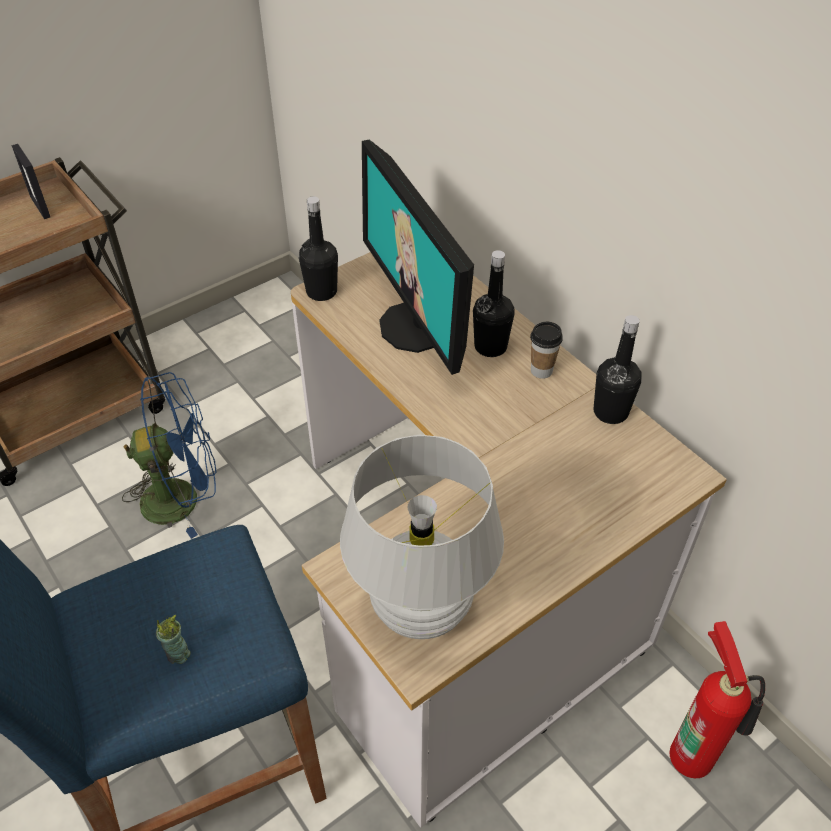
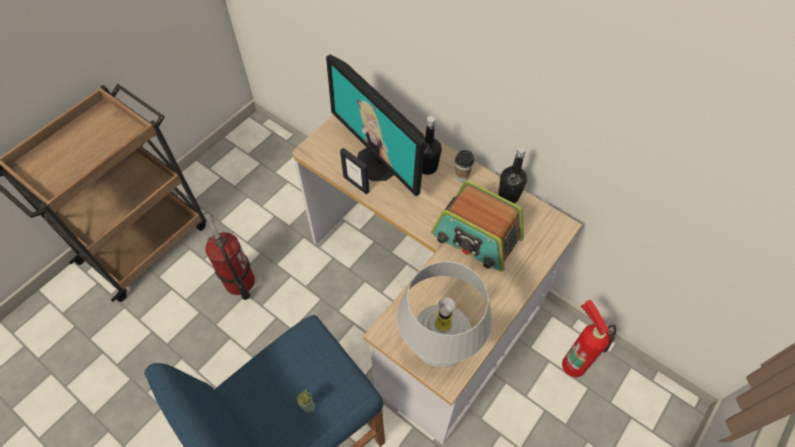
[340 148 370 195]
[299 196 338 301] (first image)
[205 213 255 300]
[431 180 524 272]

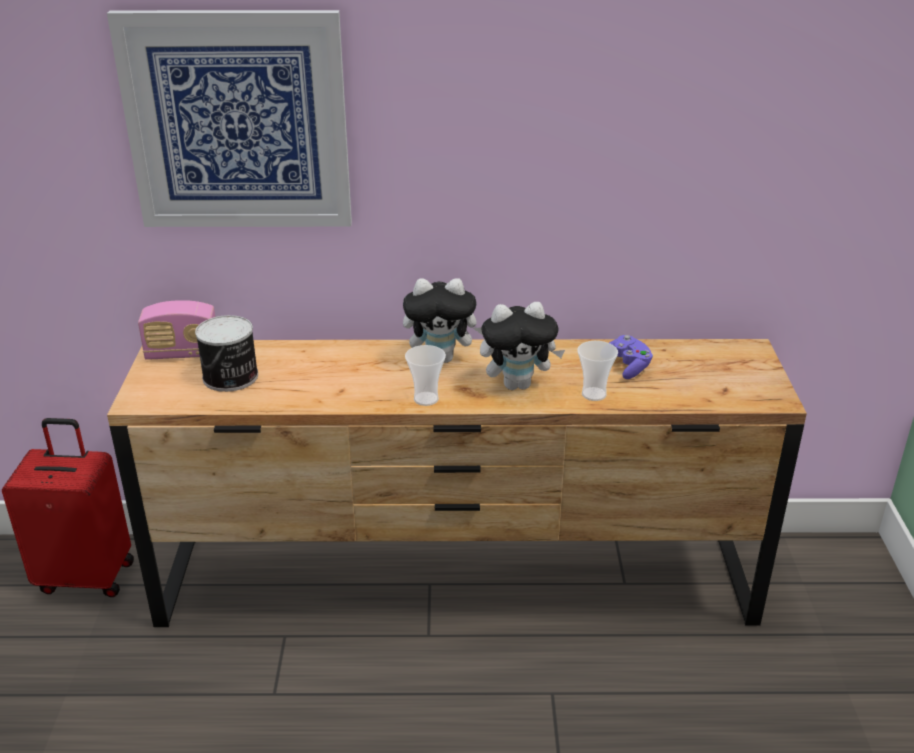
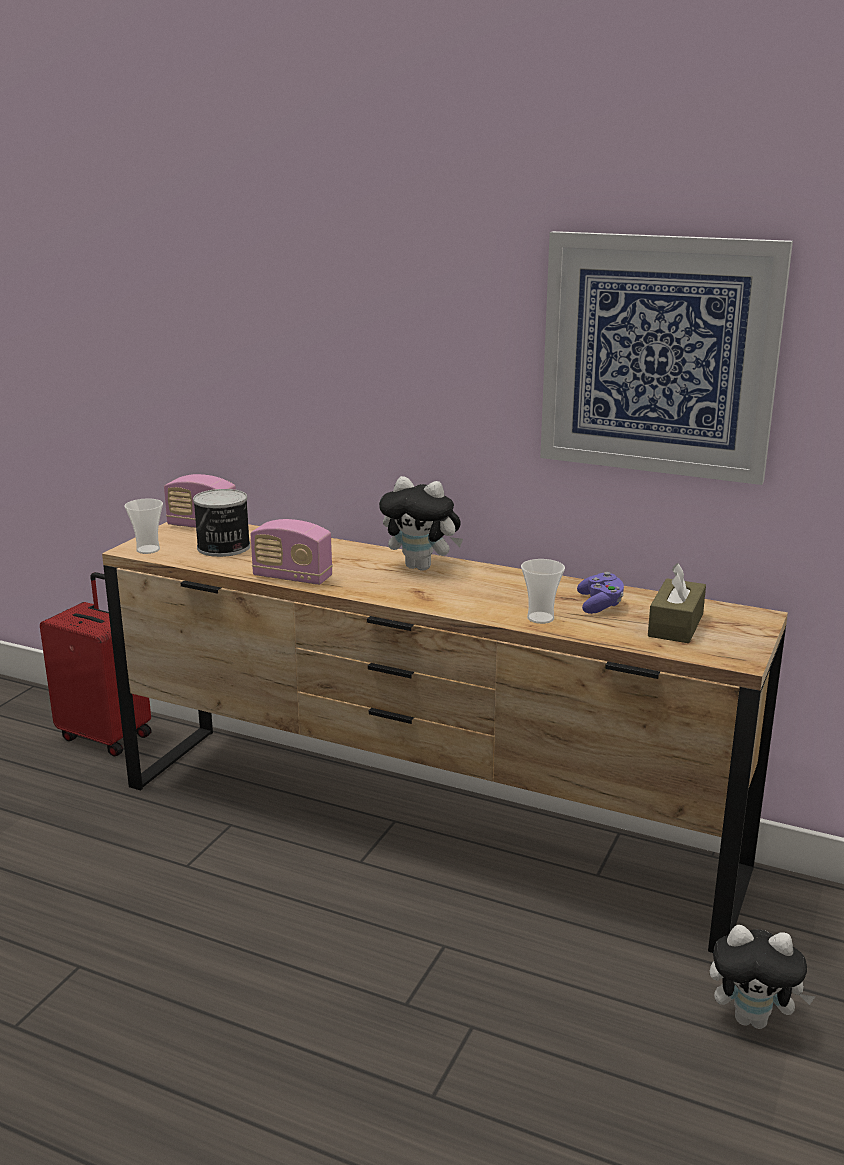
[540 231 793 485]
[710 925 815 1029]
[124 499 163 554]
[251 519 333 585]
[648 563 706 643]

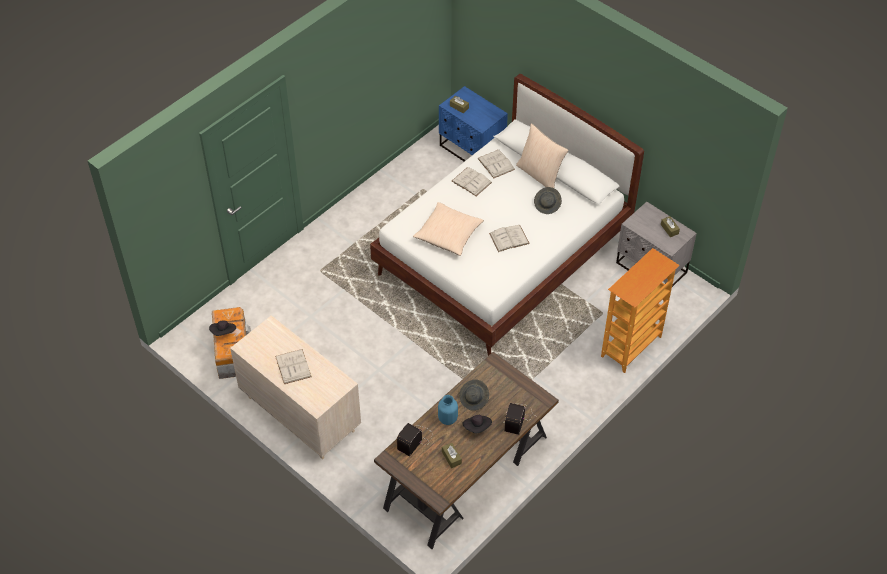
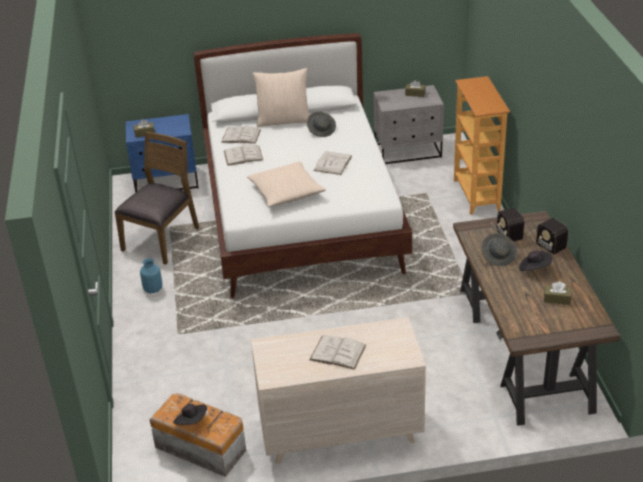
[140 258 162 293]
[491 208 524 242]
[114 131 199 265]

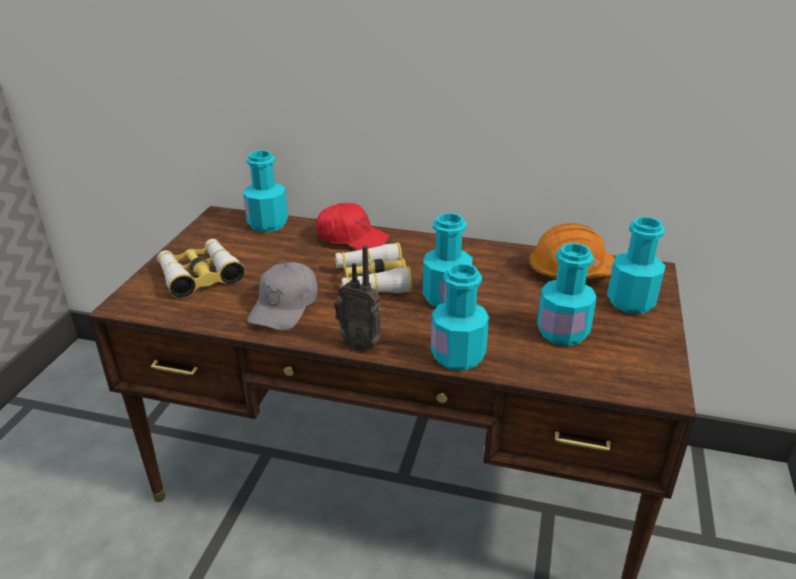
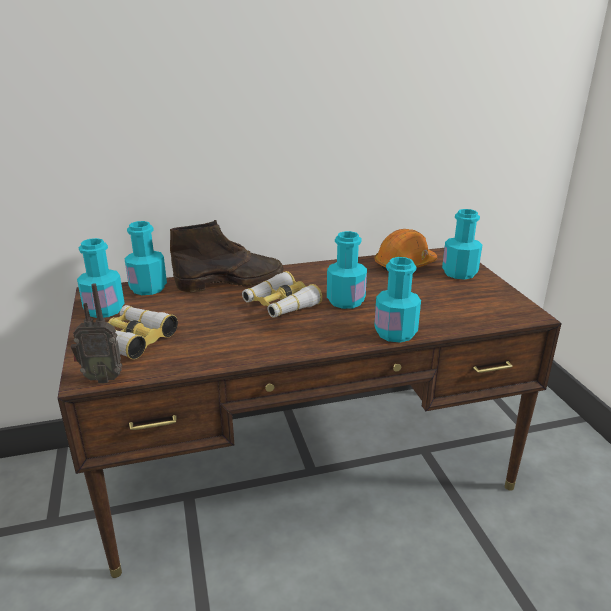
[170 220 284 292]
[77 238 125 318]
[71 283 123 383]
[247 262 318 331] (first image)

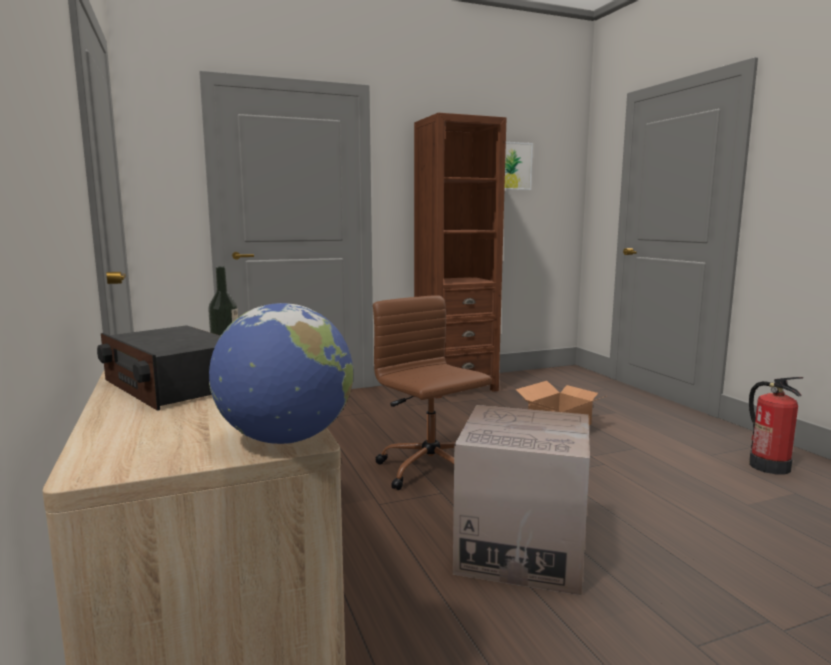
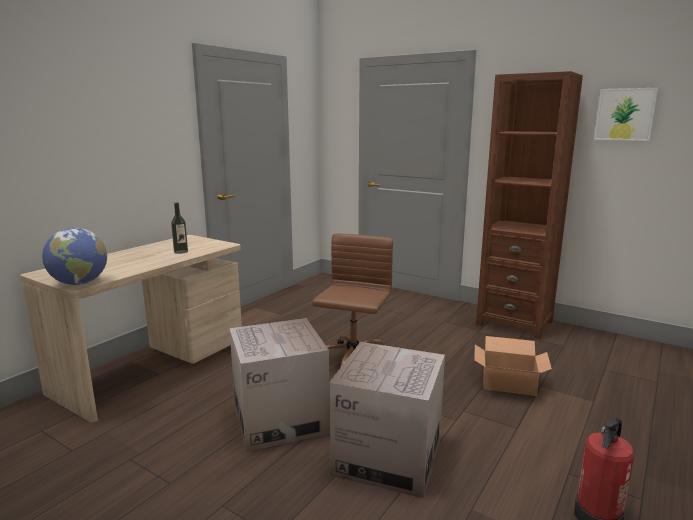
[97 325 220 411] (first image)
[330 342 445 498]

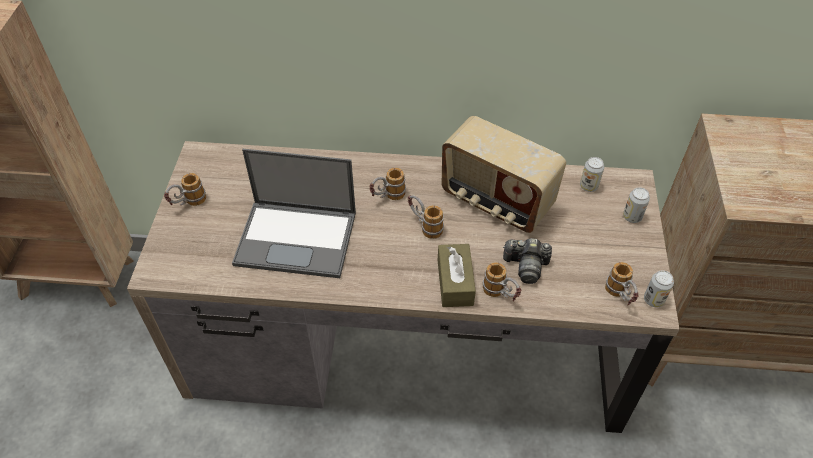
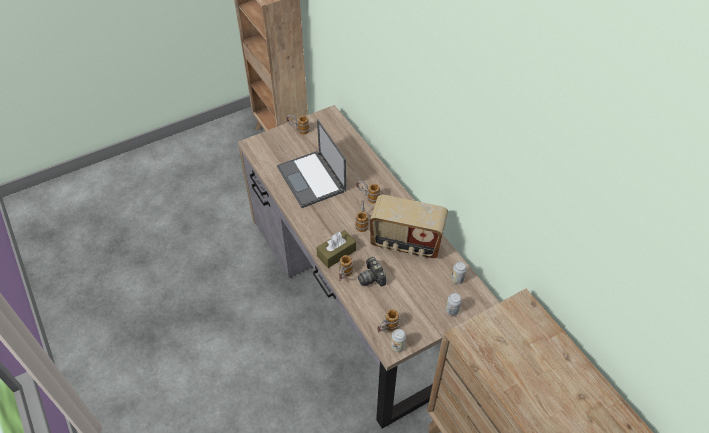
[370 195 448 258]

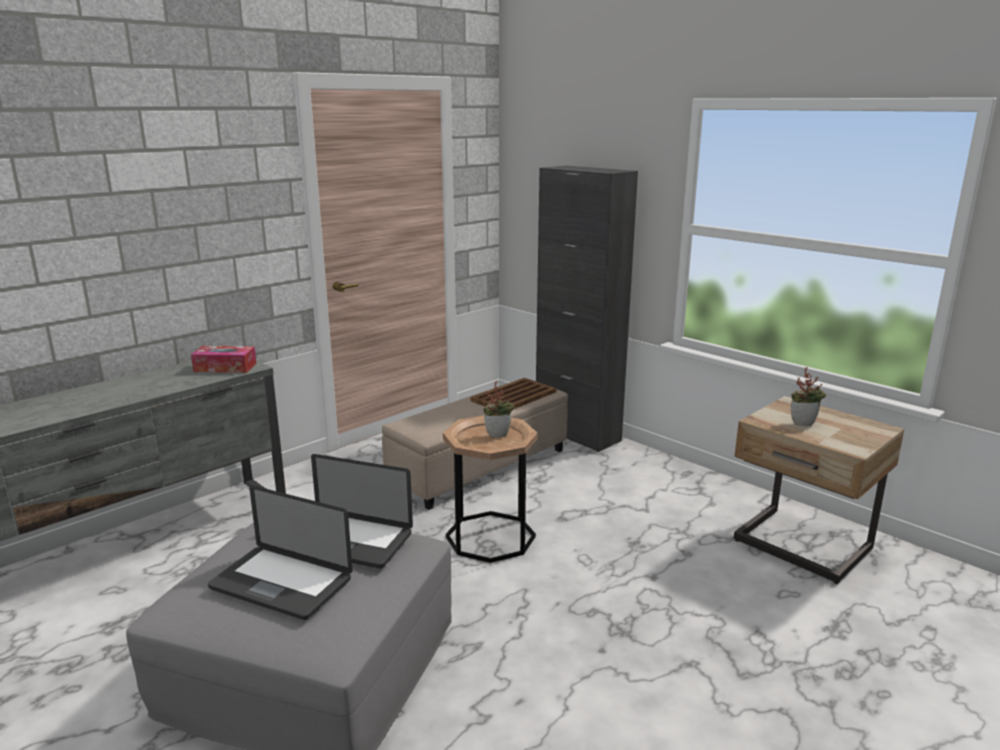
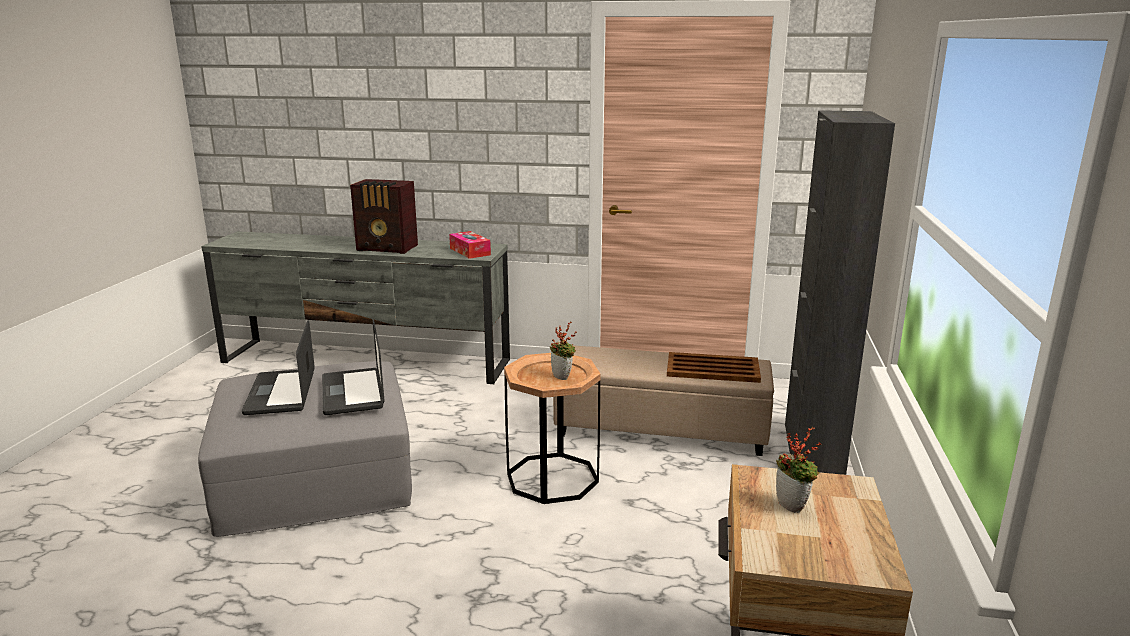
[350 179 418 254]

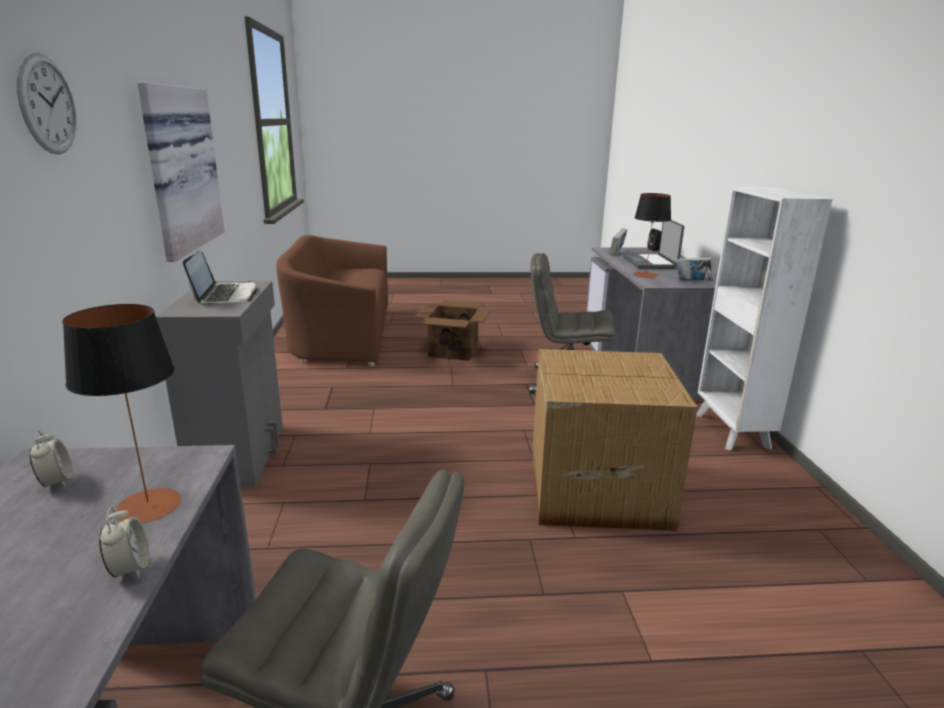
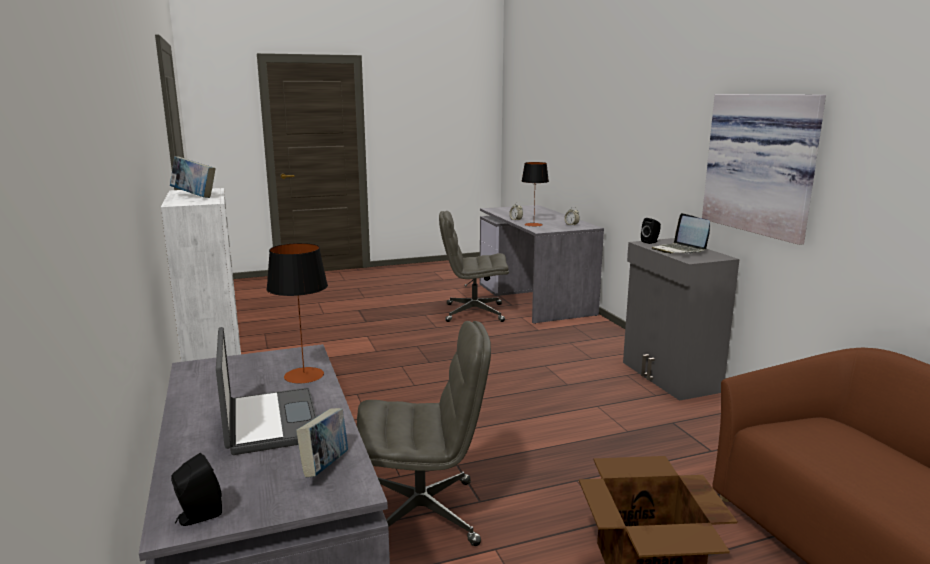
[17 53 76 154] (first image)
[170 156 216 198]
[532 349 698 531] (first image)
[641 218 661 244]

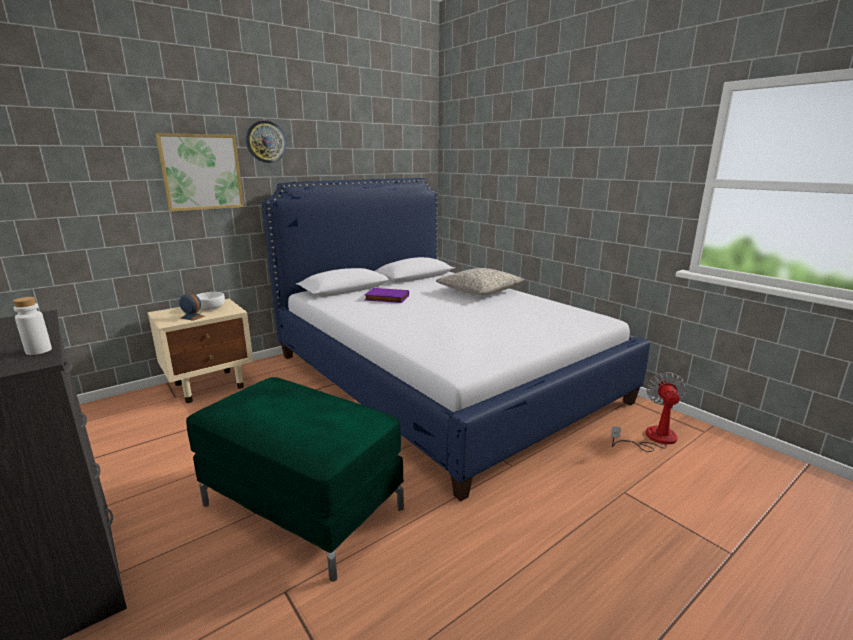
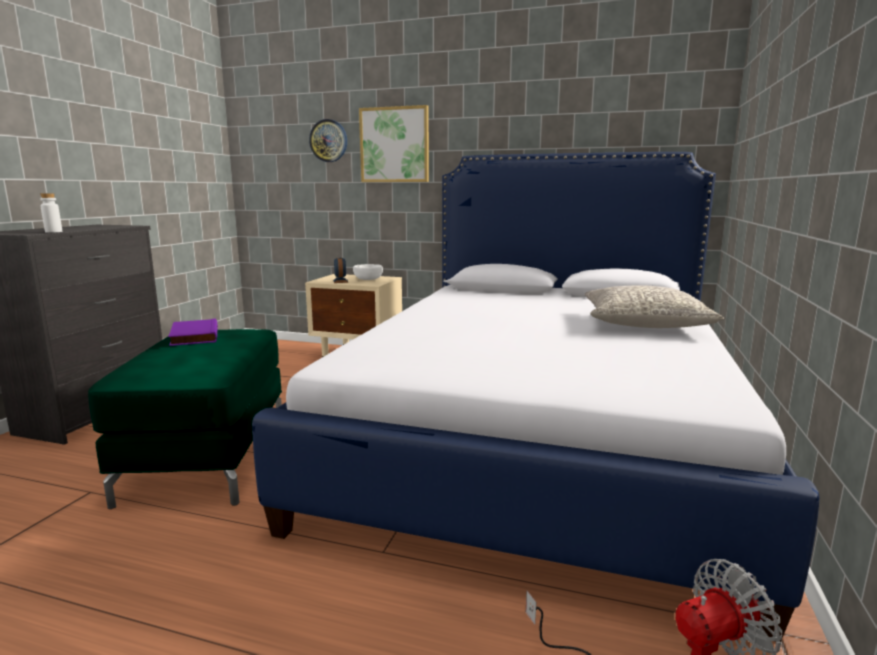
[309 119 347 162]
[168 318 218 346]

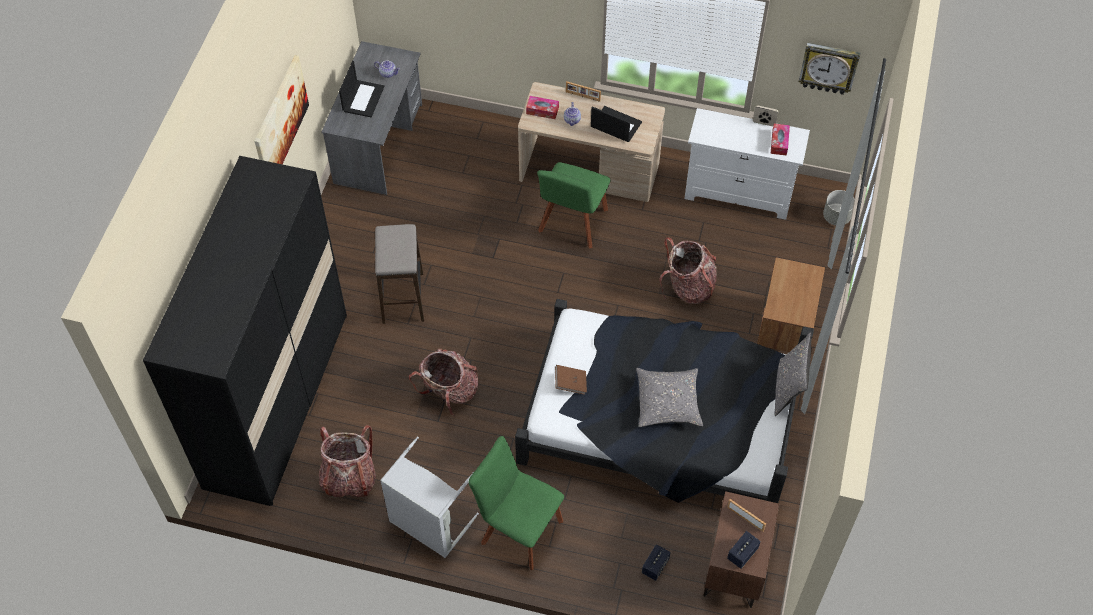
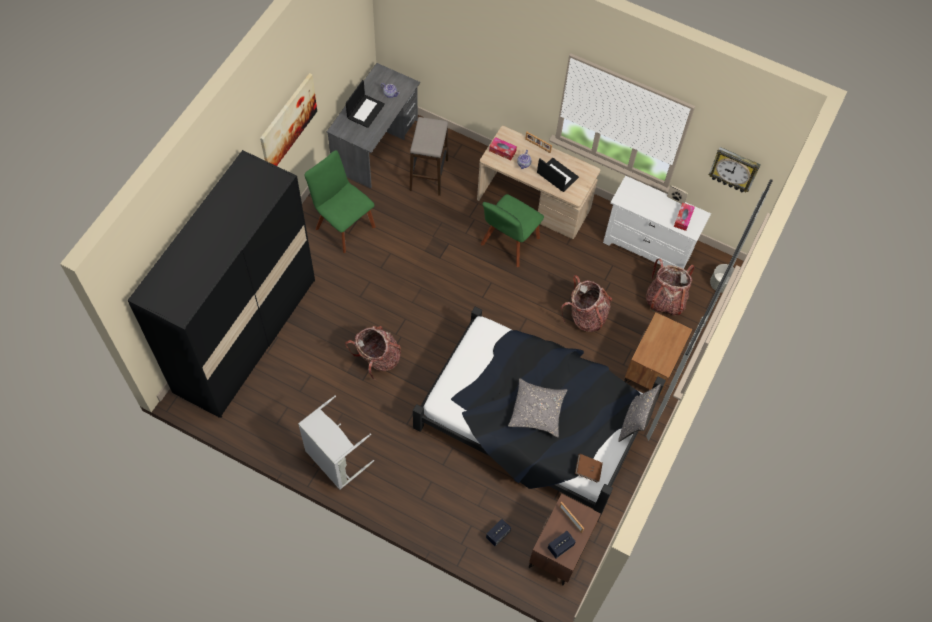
[410 117 448 196]
[575 454 603 482]
[646 259 695 316]
[304 150 376 253]

